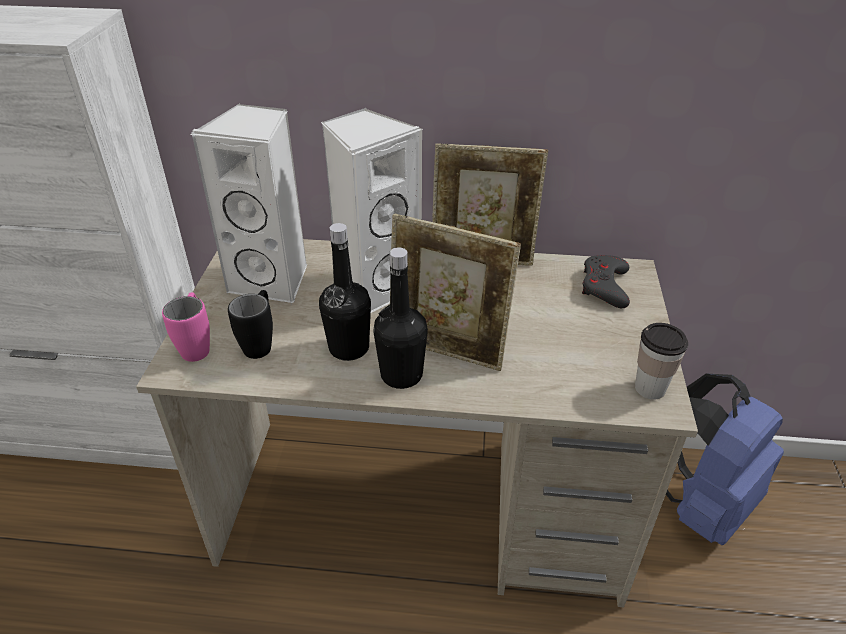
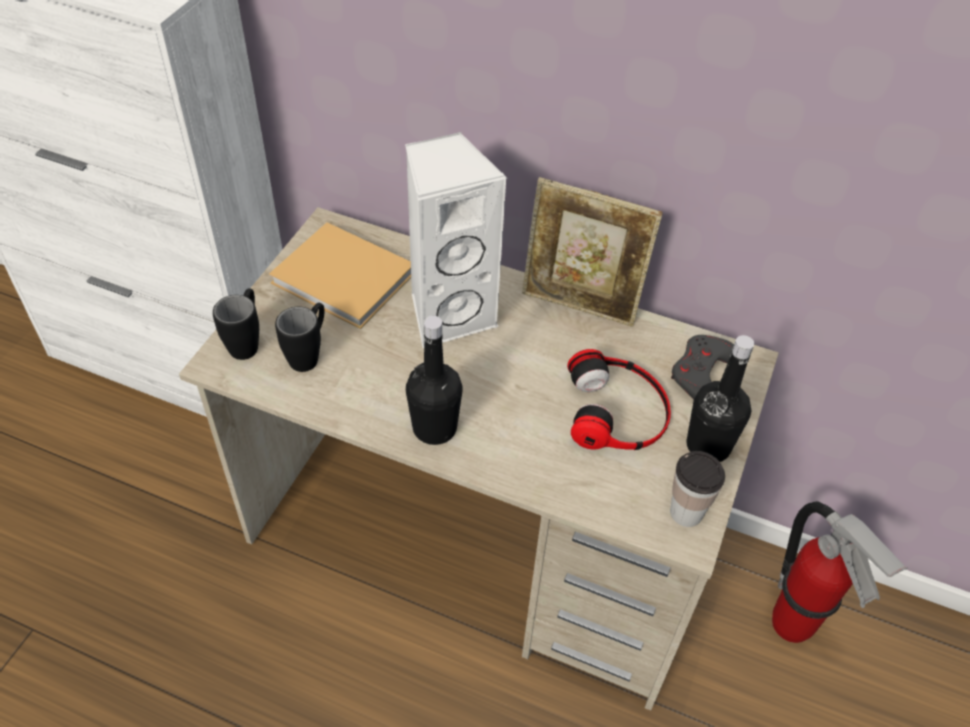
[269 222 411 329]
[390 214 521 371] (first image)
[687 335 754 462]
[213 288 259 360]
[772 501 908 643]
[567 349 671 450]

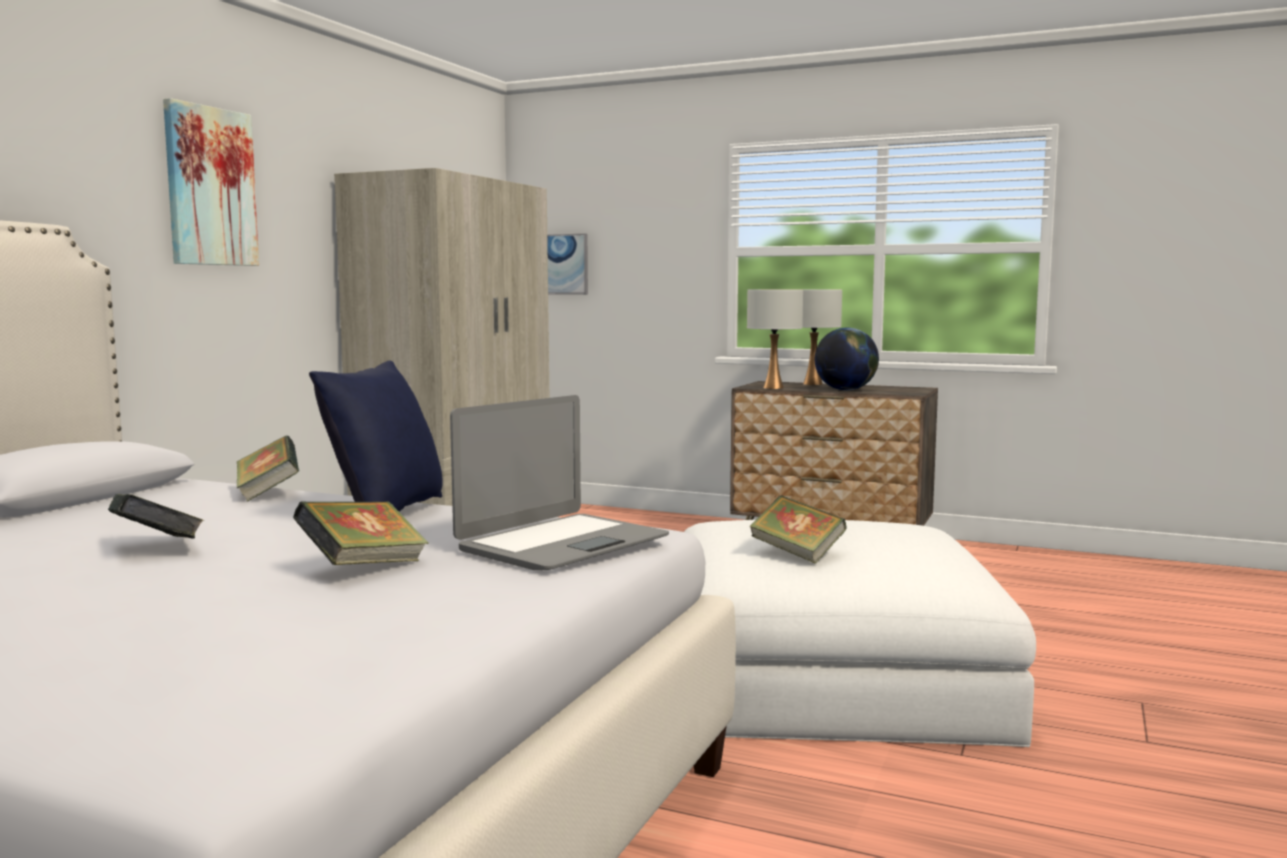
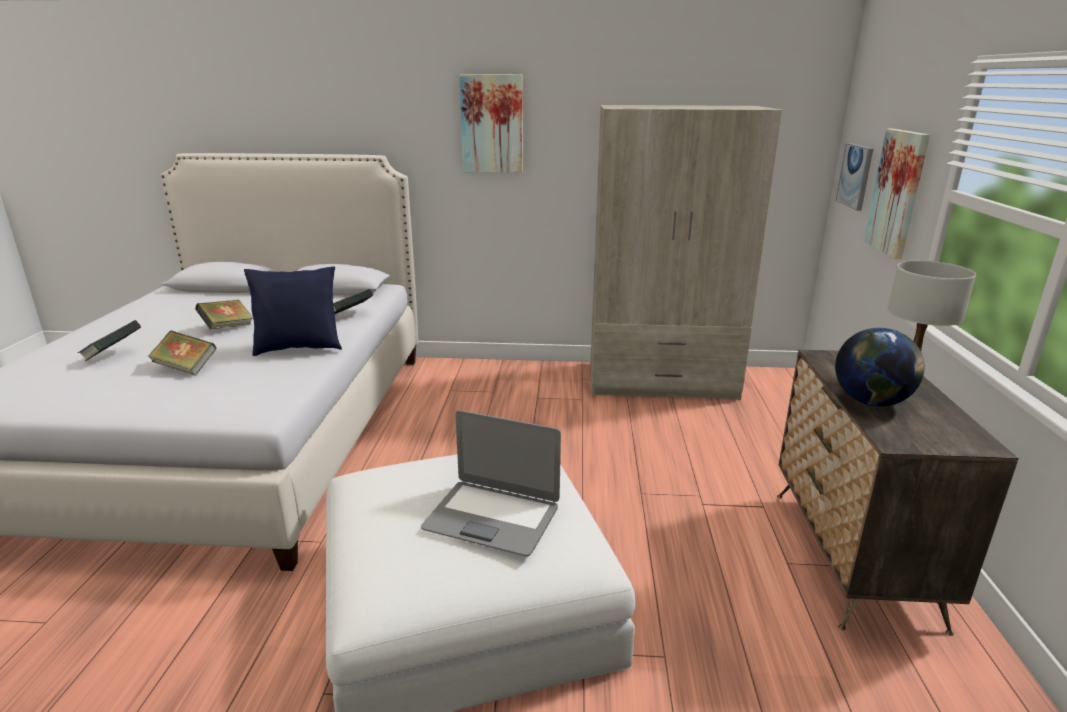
[747 290 803 389] (first image)
[421 410 561 556]
[78 320 141 361]
[864 129 930 259]

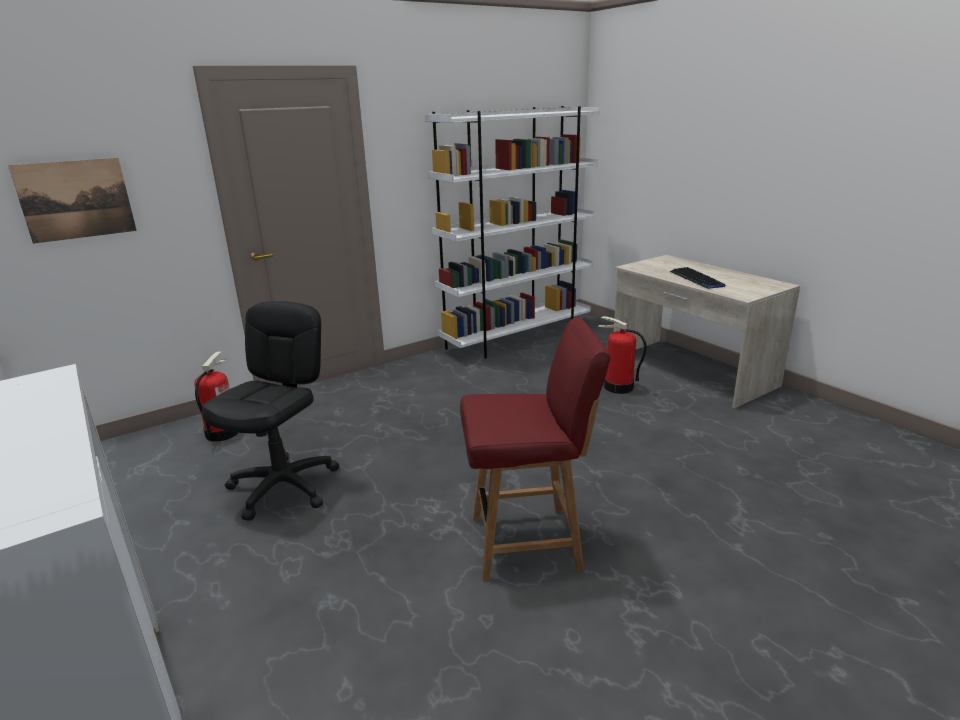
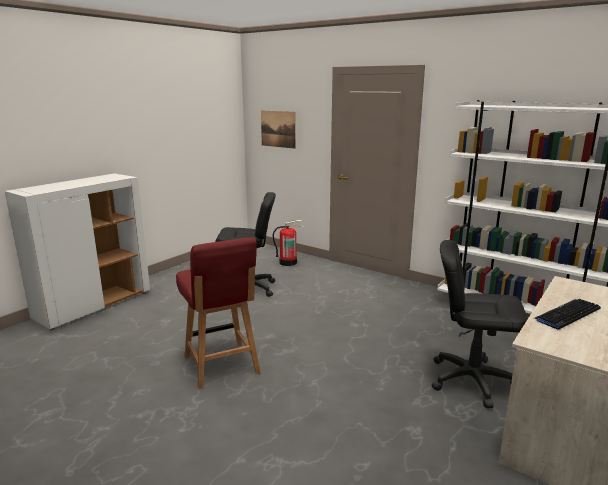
[432 240 528 408]

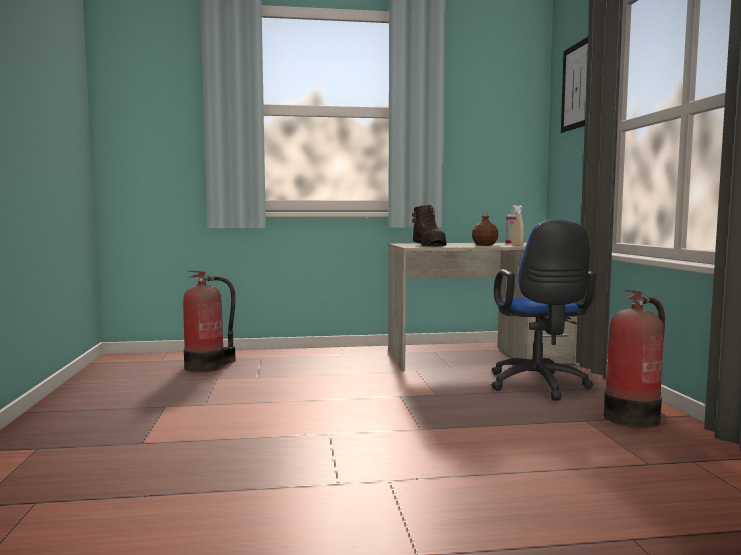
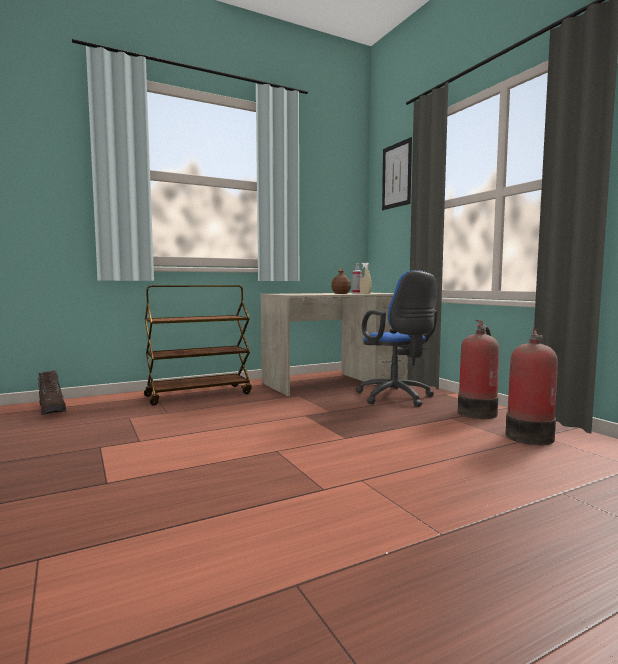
[38 371 66 415]
[505 327 558 445]
[144 285 252 406]

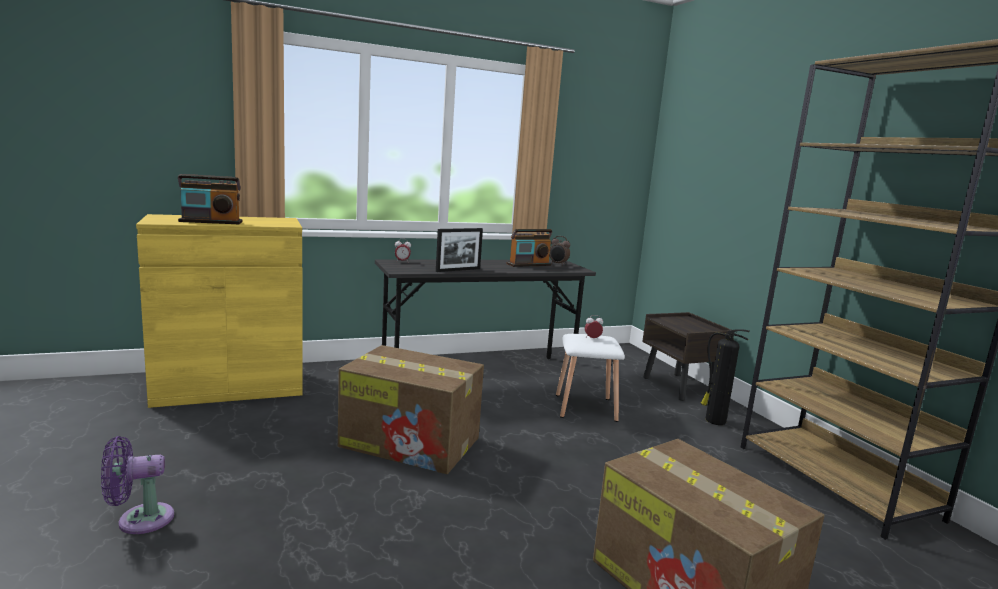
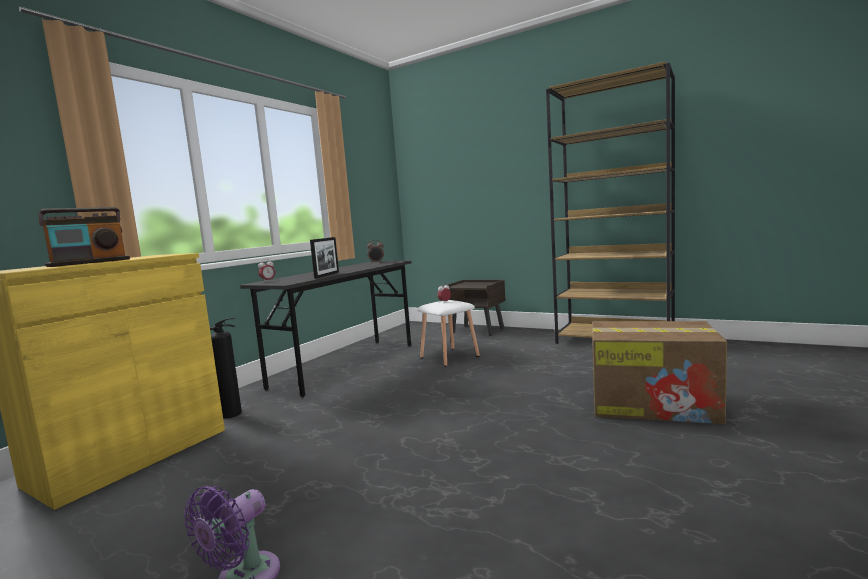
[507 229 552 267] (first image)
[210 318 242 418]
[338 345 484 474] (first image)

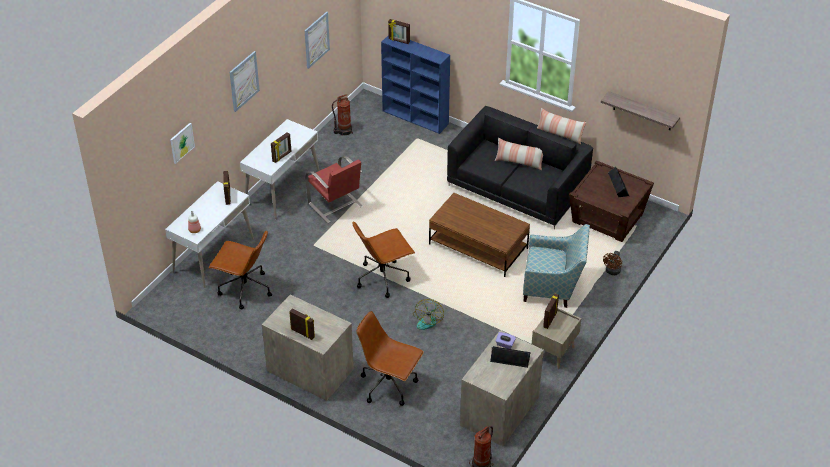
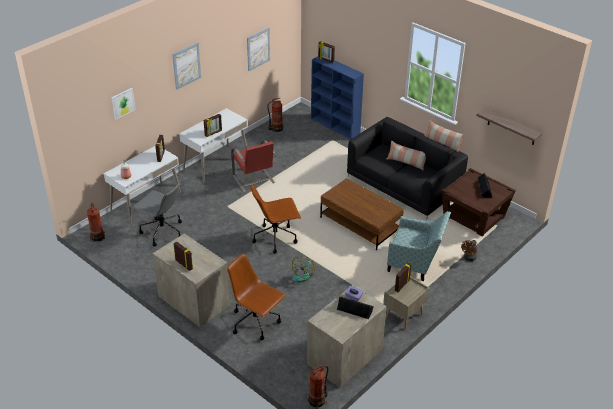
[131 182 182 246]
[87 203 105 242]

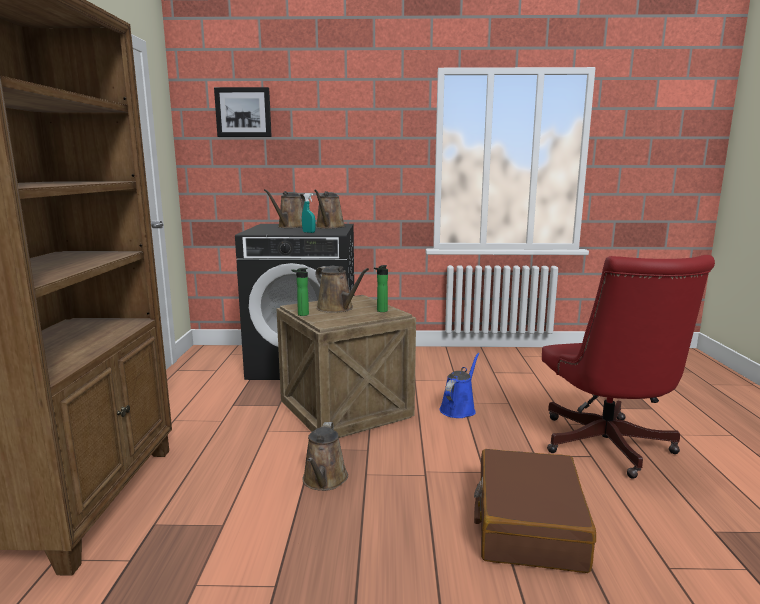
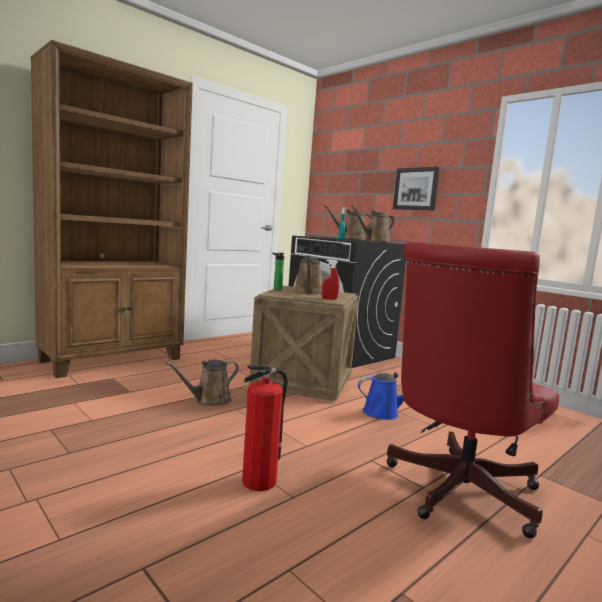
[393 167 440 211]
[322 259 339 300]
[242 365 288 491]

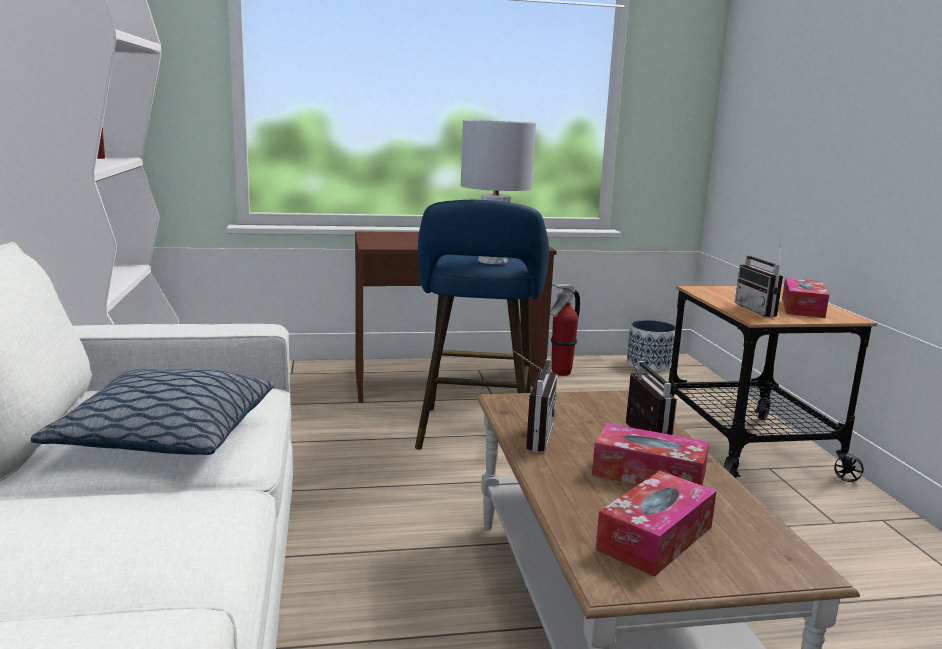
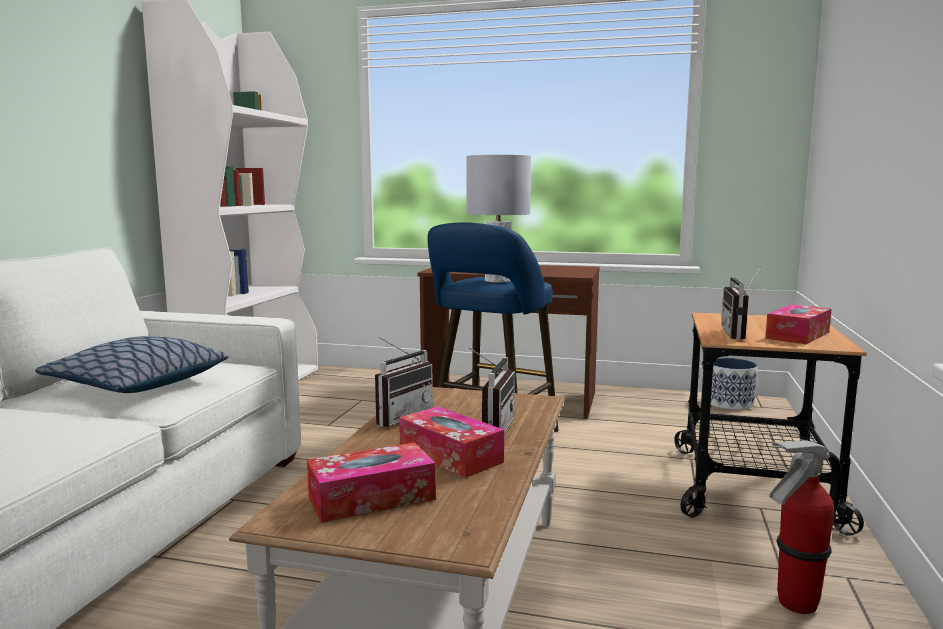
[770 440 842 614]

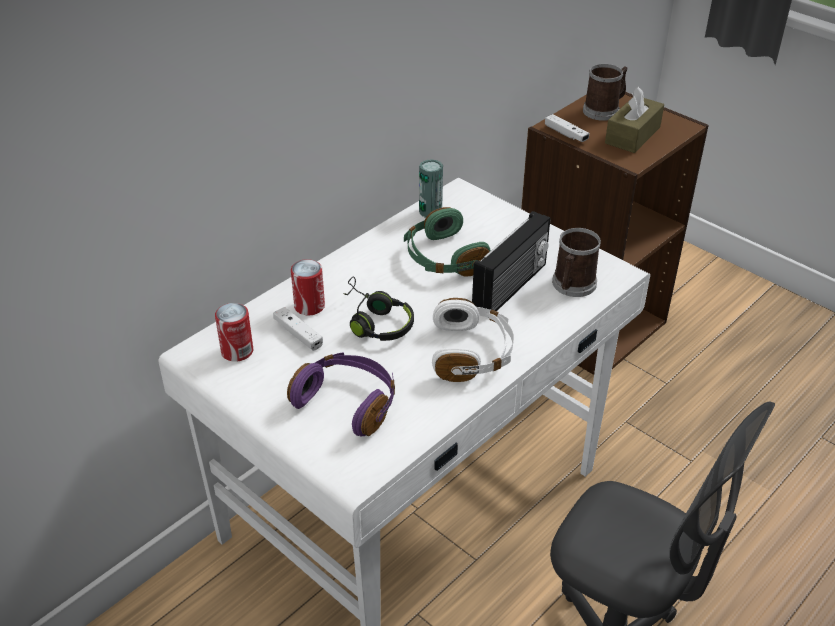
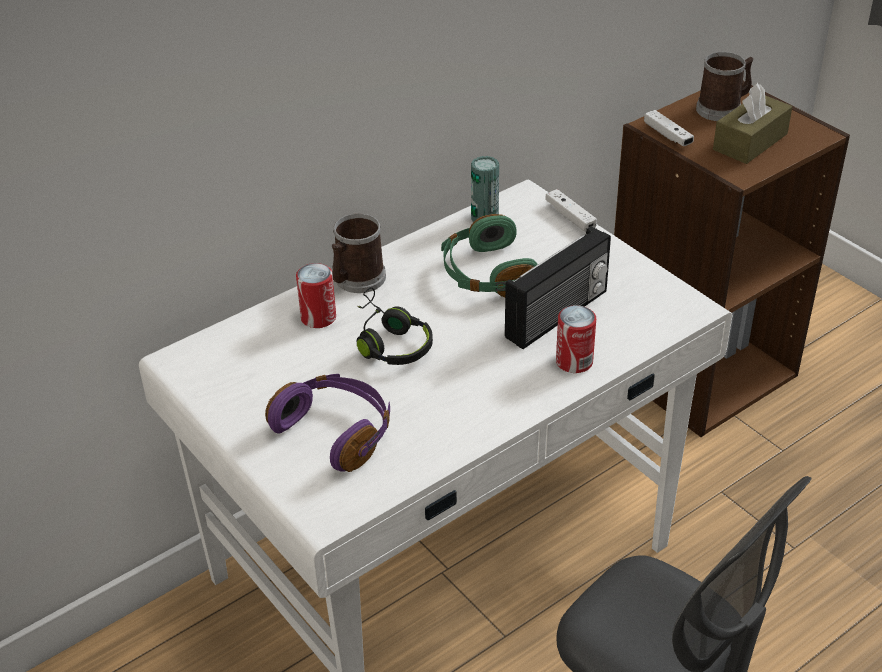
[332 213 386 293]
[432 298 514 382] (first image)
[556 305 596 373]
[545 189 597 232]

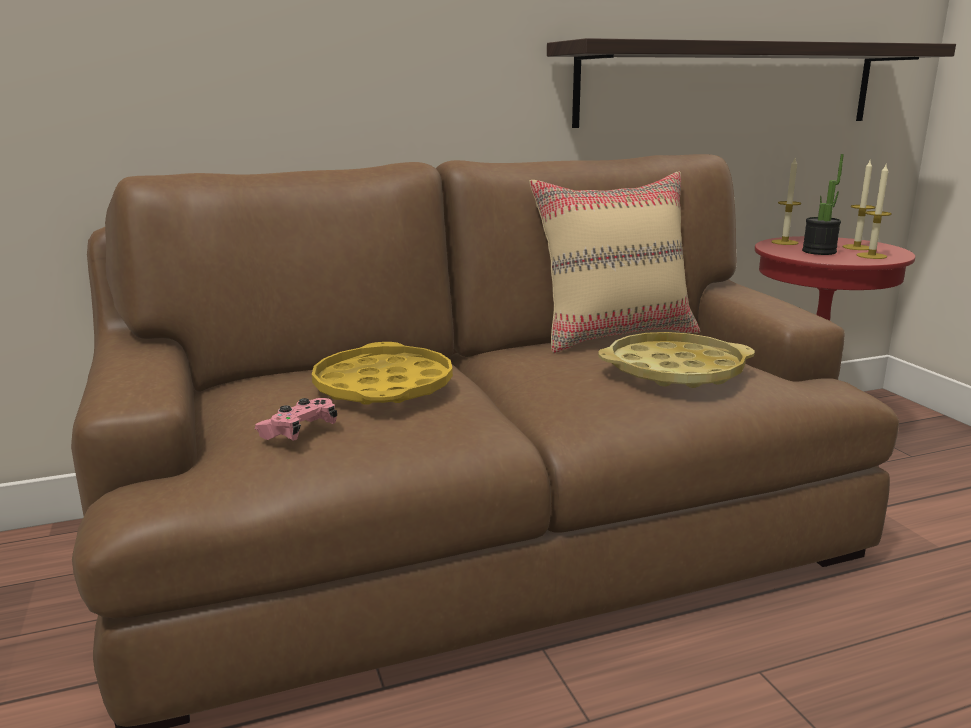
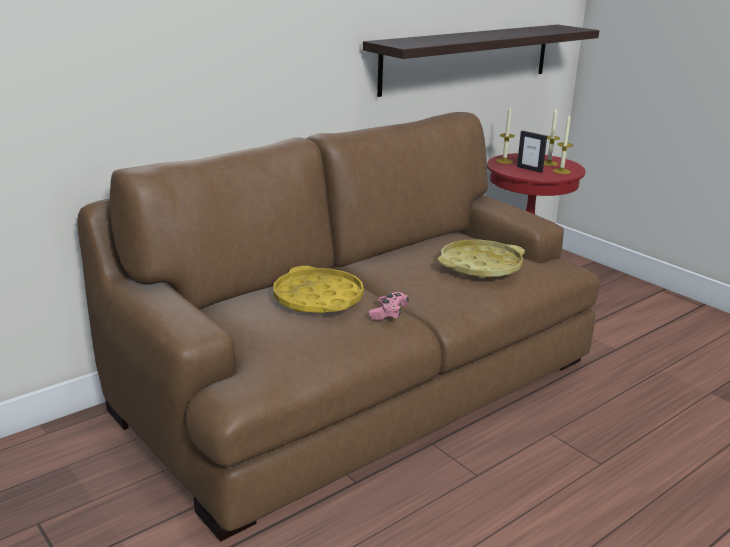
[517 131 547 173]
[529 171 700 353] (first image)
[369 292 409 320]

